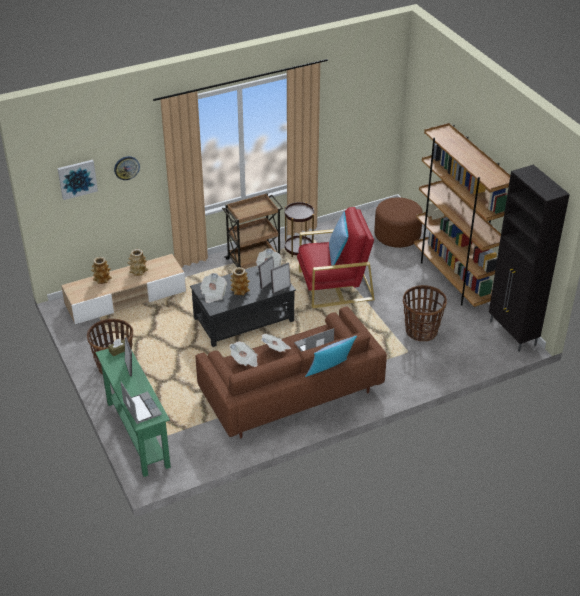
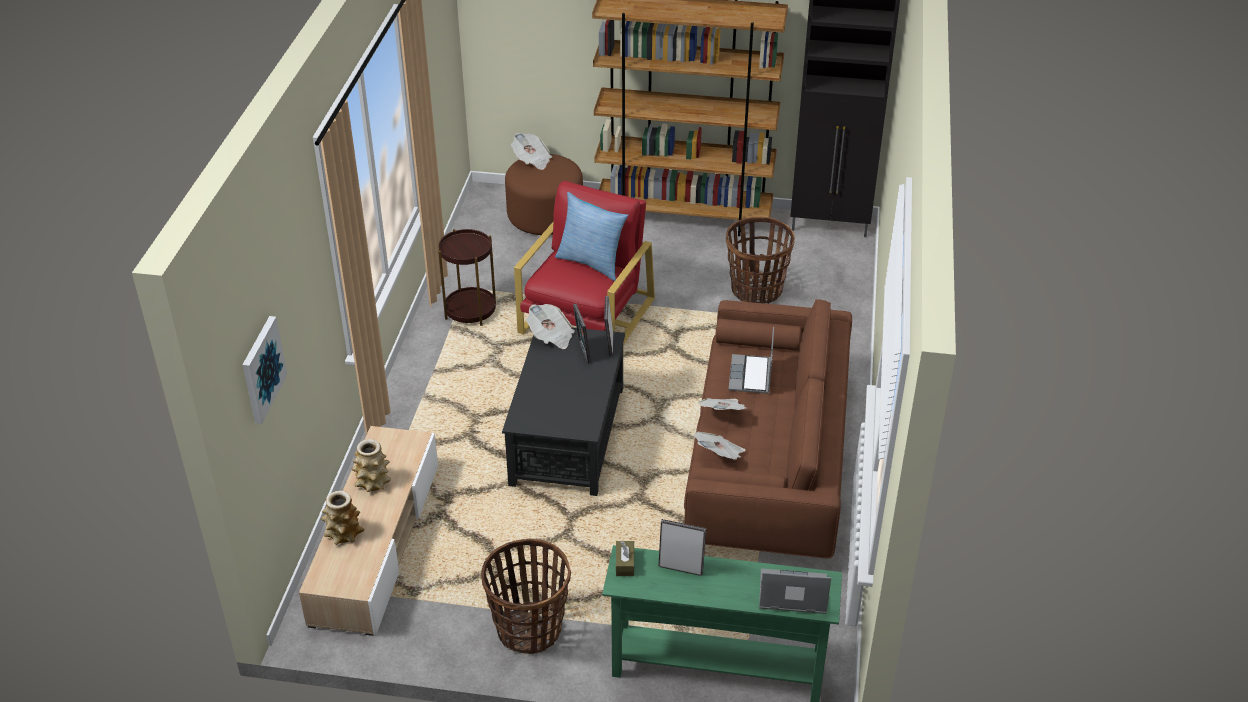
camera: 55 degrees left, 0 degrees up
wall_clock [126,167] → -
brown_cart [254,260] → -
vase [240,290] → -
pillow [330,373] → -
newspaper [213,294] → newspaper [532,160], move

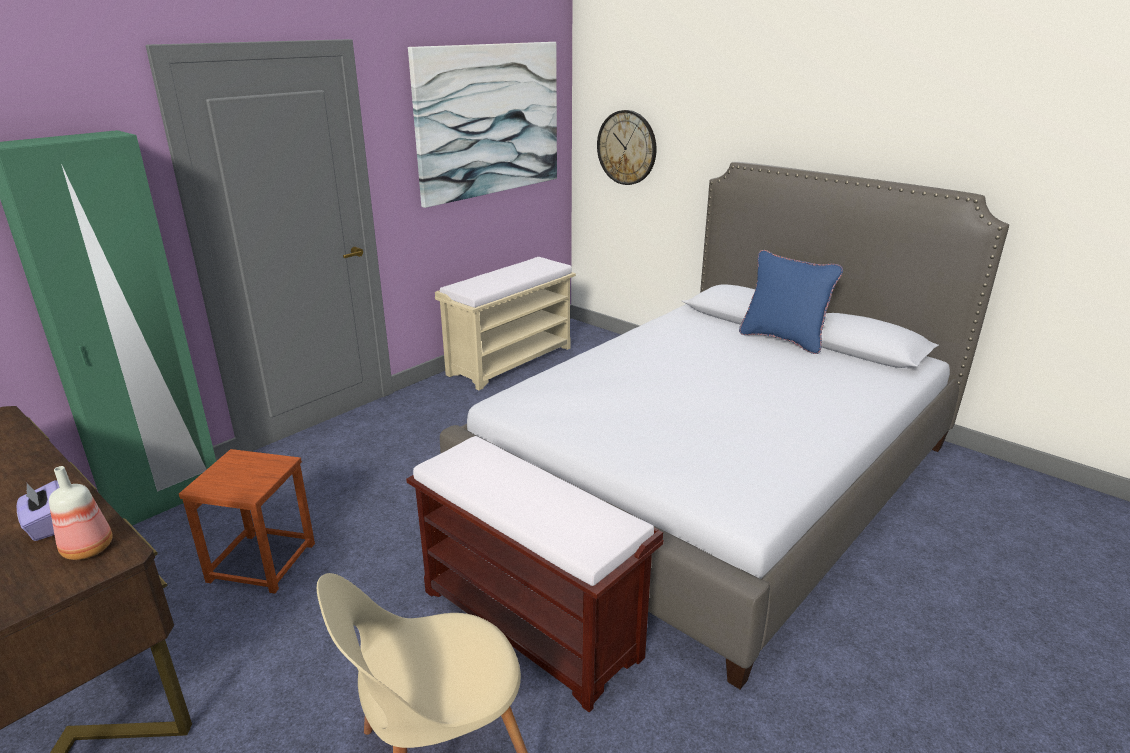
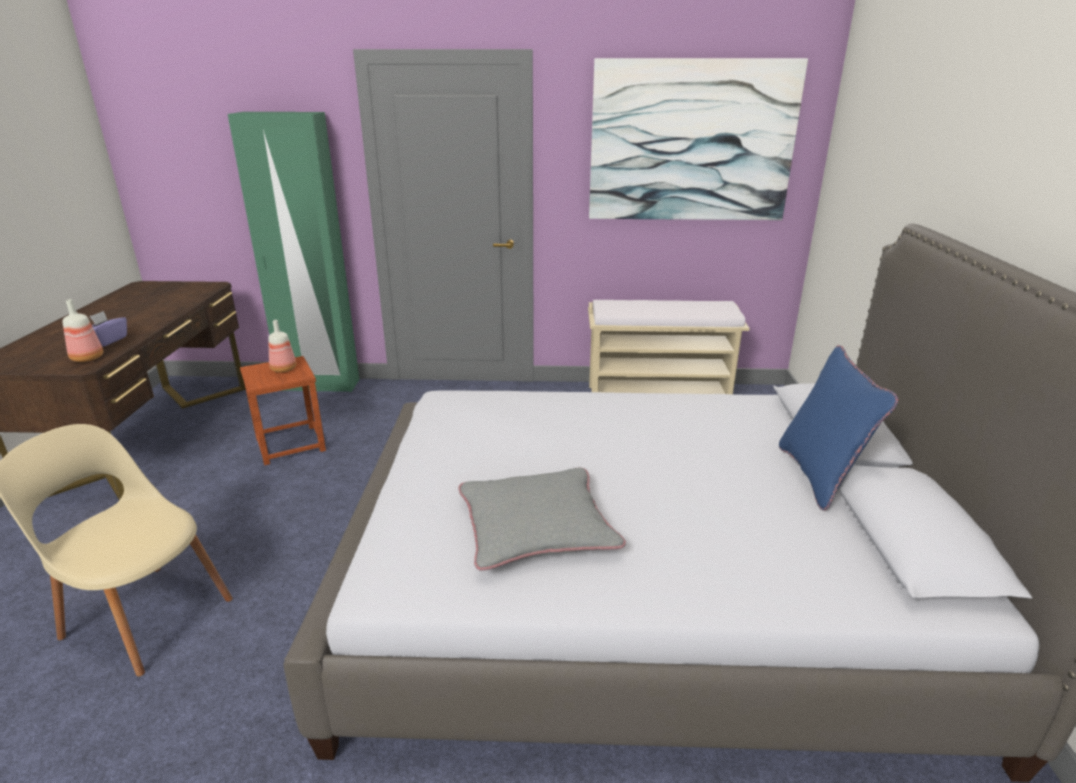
camera: 50 degrees right, 0 degrees up
brown_bench [532,623] → -
wall_clock [627,147] → -
- → bottle [283,369]
- → grey_pillow [536,527]

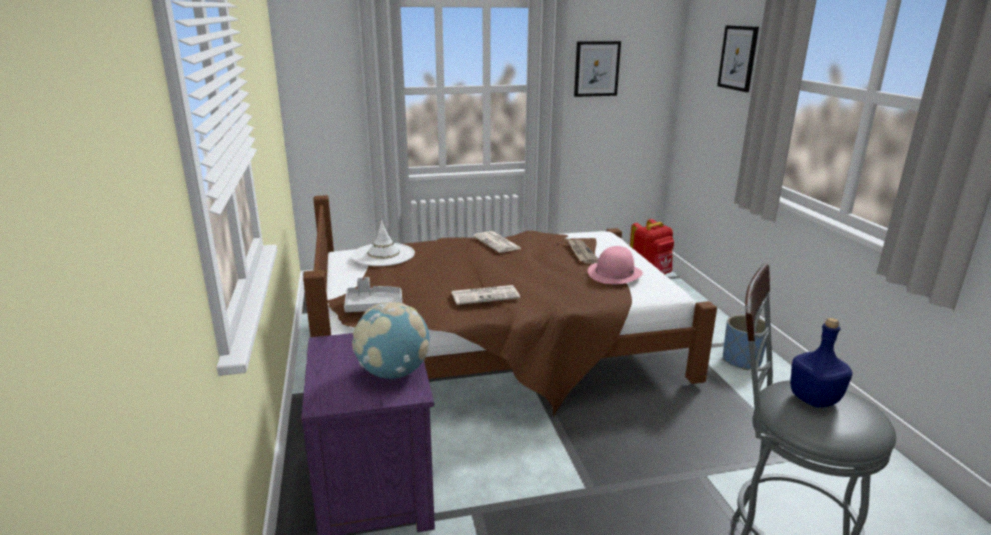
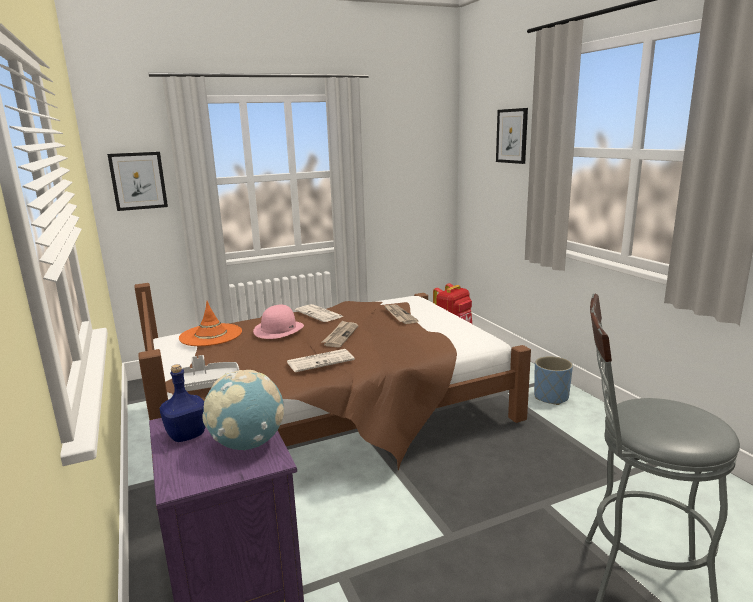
camera: 10 degrees left, 5 degrees down
- → newspaper [340,335]
picture [596,69] → picture [138,181], move
pink_hat [614,273] → pink_hat [279,329], move
blue_bottle [813,398] → blue_bottle [186,435], move
white_hat [383,255] → orange_hat [211,335]

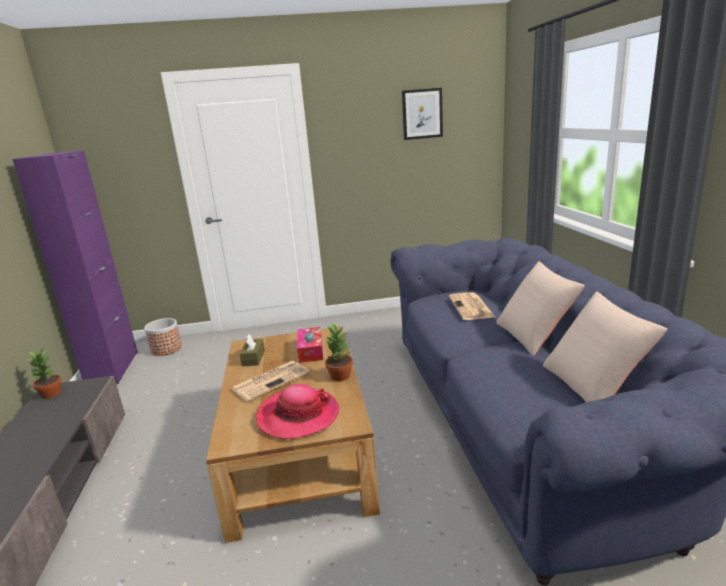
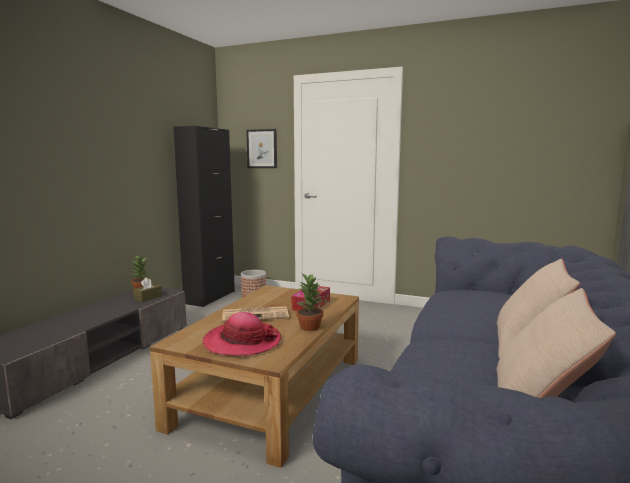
camera: 30 degrees right, 10 degrees down
newspaper [471,307] → -
brown_tissue_box [253,358] → brown_tissue_box [148,297], move
picture [422,114] → picture [262,149], move
purple_cabinet [113,369] → black_cabinet [210,297]

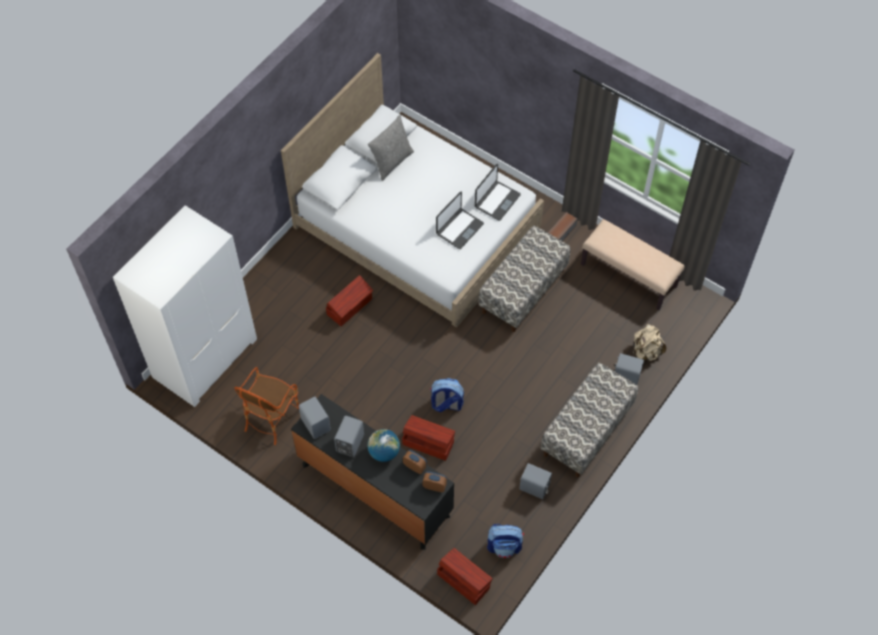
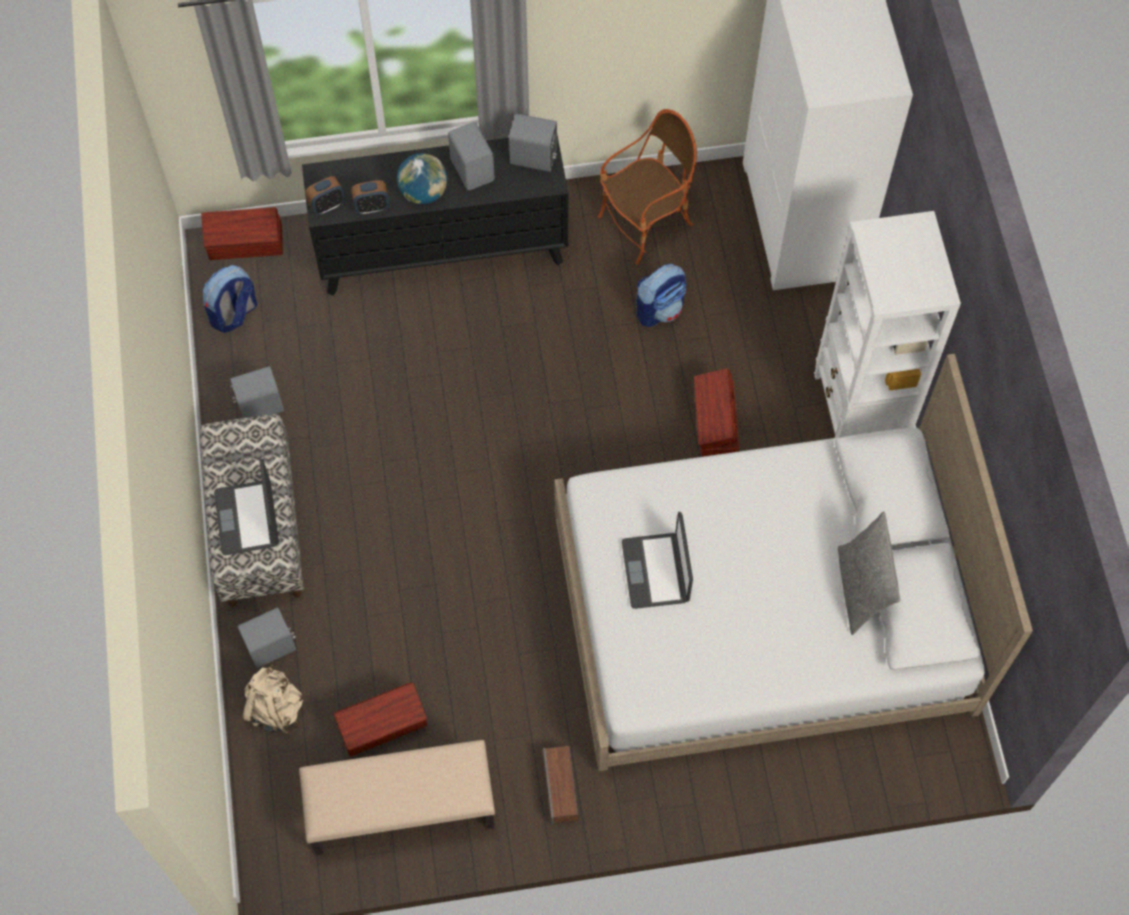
camera: 135 degrees right, 5 degrees up
bench [523,291] → -
- → white_bookcase [859,412]
brown_storage_box [428,442] → brown_storage_box [383,725], move
backpack [446,404] → backpack [659,309], move
laptop [497,201] → laptop [248,518], move
armchair [271,418] → armchair [645,224], 75 degrees clockwise

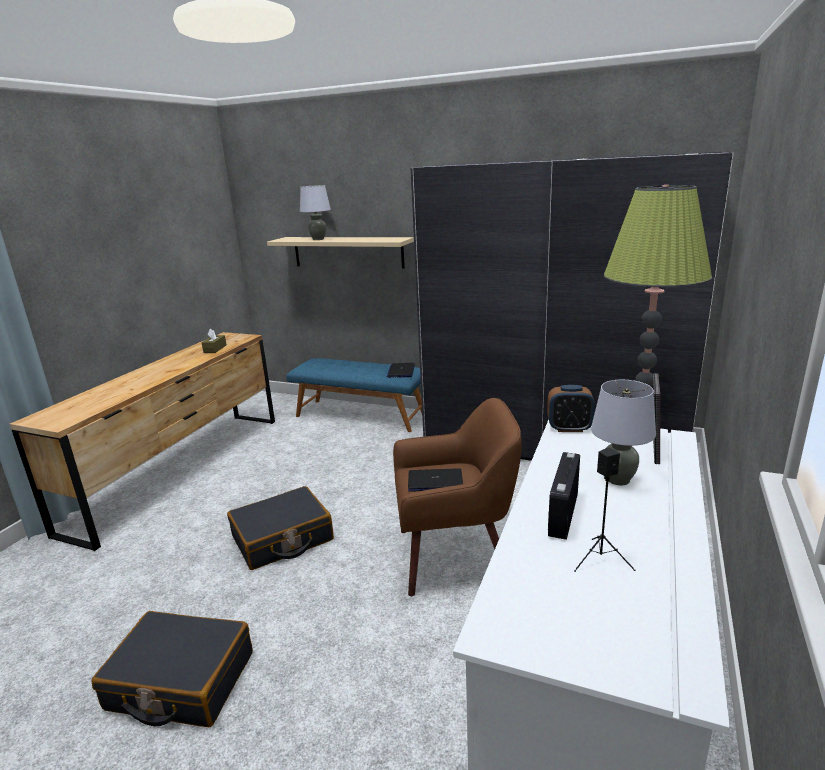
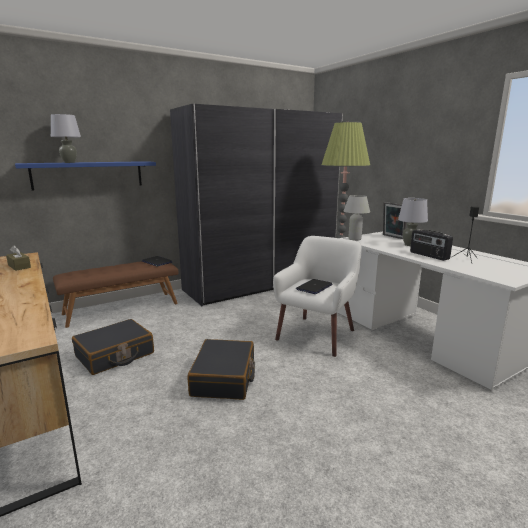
camera: 55 degrees left, 5 degrees down
black_suitcase [180,681] → black_suitcase [115,355], move
alarm_clock [569,428] → white_table_lamp [354,239]
beige_shelf [347,252] → blue_shelf [88,175]
blue_bench [360,415] → brown_bench [121,308]
brown_armchair [455,555] → white_armchair [317,334]

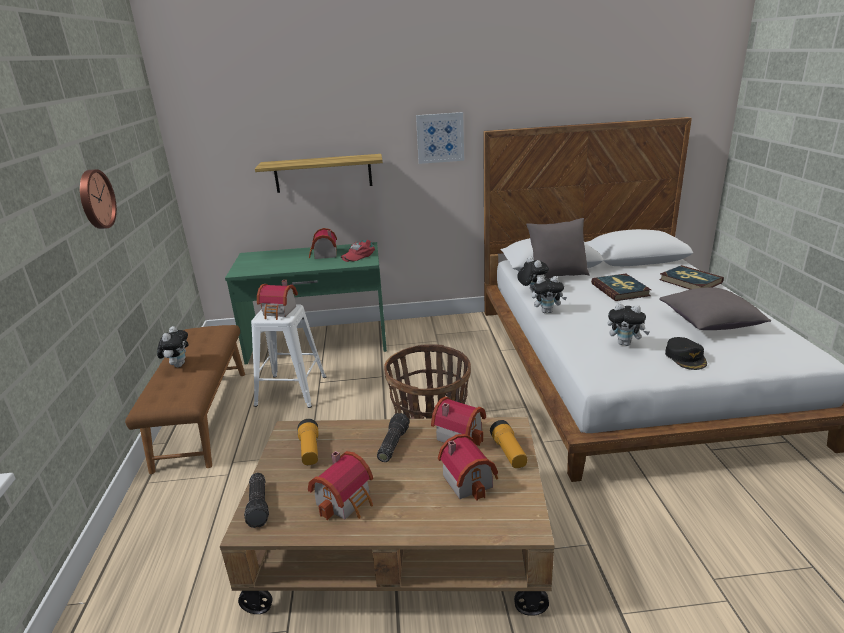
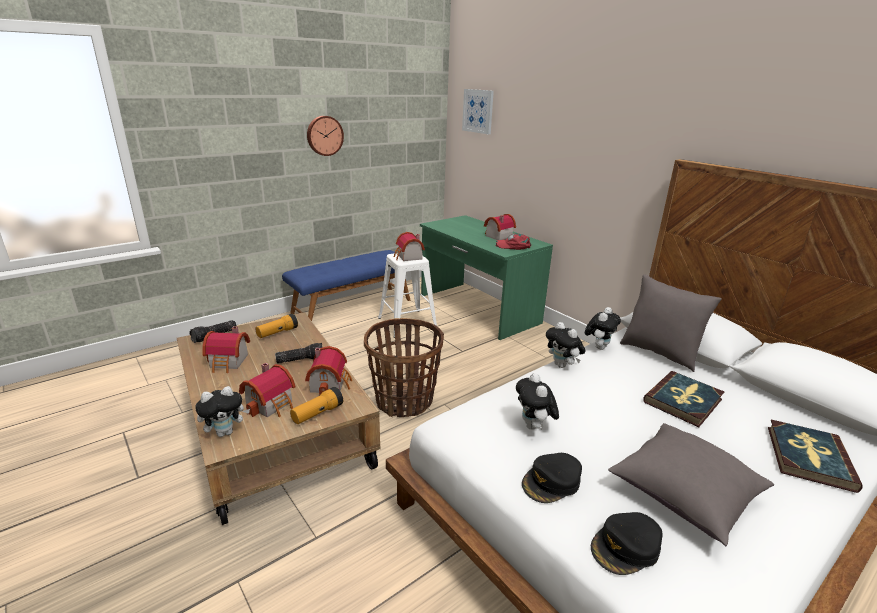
camera: 55 degrees right, 0 degrees up
shelf [323,173] → -
- → black_cap [626,548]
plush_toy [178,365] → plush_toy [226,432], move
picture [440,138] → picture [478,111], move
brown_bench [202,417] → blue_bench [352,307]

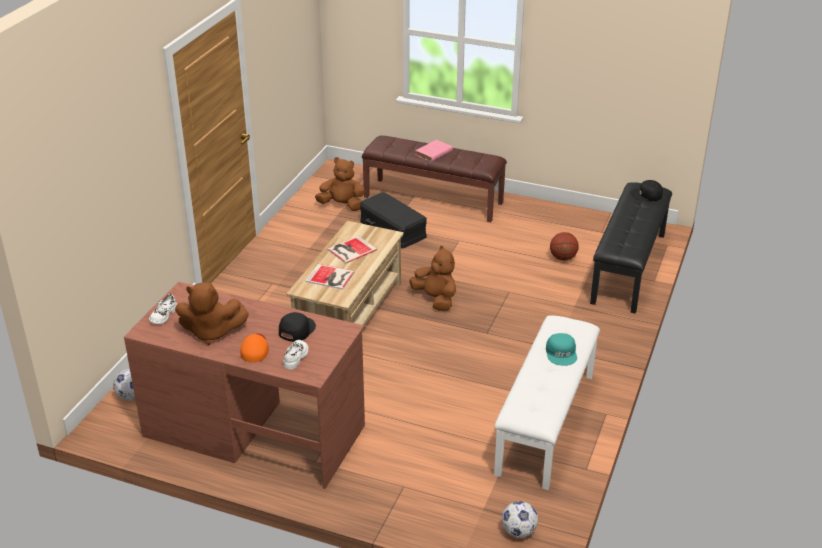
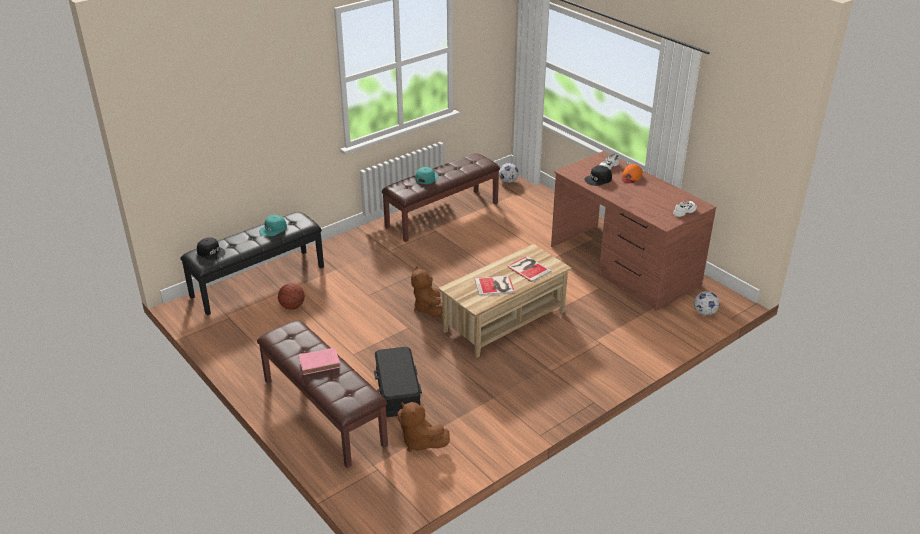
camera: 150 degrees left, 0 degrees up
brown_plush_toy [211,332] → -
- → turquoise_cap [273,229]
white_bench [547,423] → brown_bench [442,214]

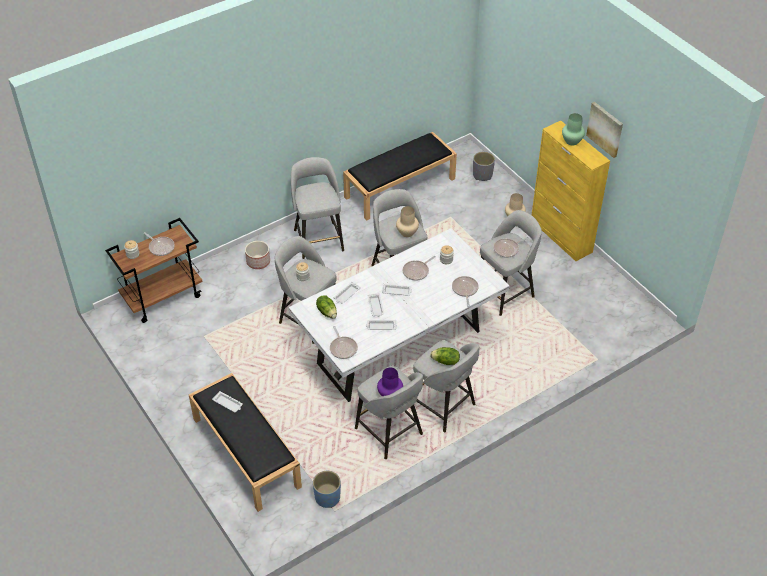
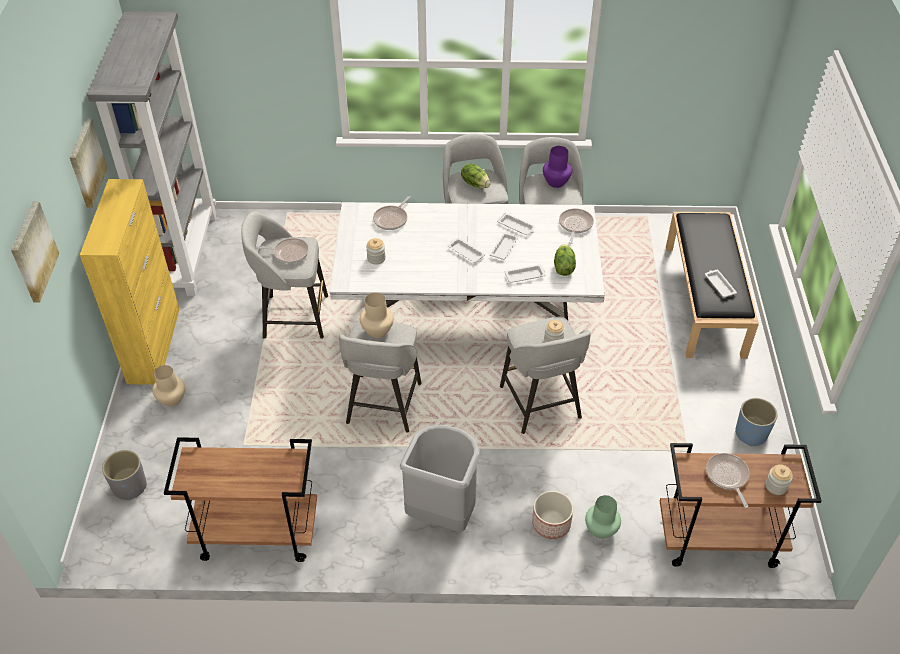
camera: 145 degrees left, 0 degrees up
frying_pan [417,271] → -
- → picture [33,252]
- → grey_bookcase [185,252]
blue_planter [327,497] → blue_planter [751,434], move
green_vase [571,141] → green_vase [601,530], move
grey_stool [318,239] → grey_trash_can [442,513]
black_bench [400,187] → brown_cart [256,535]

